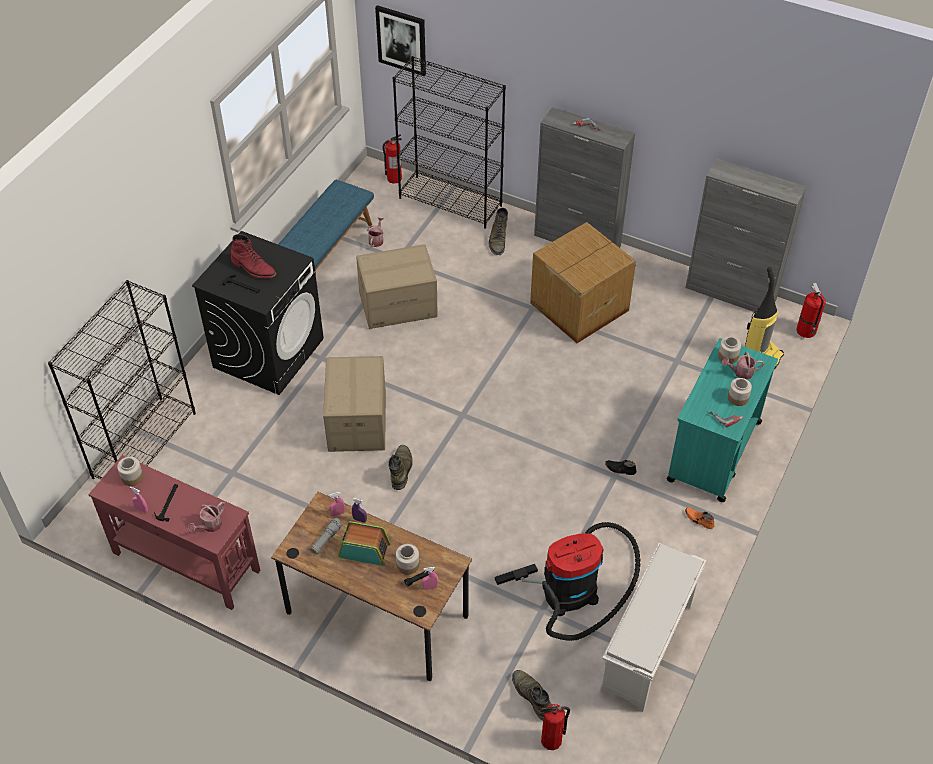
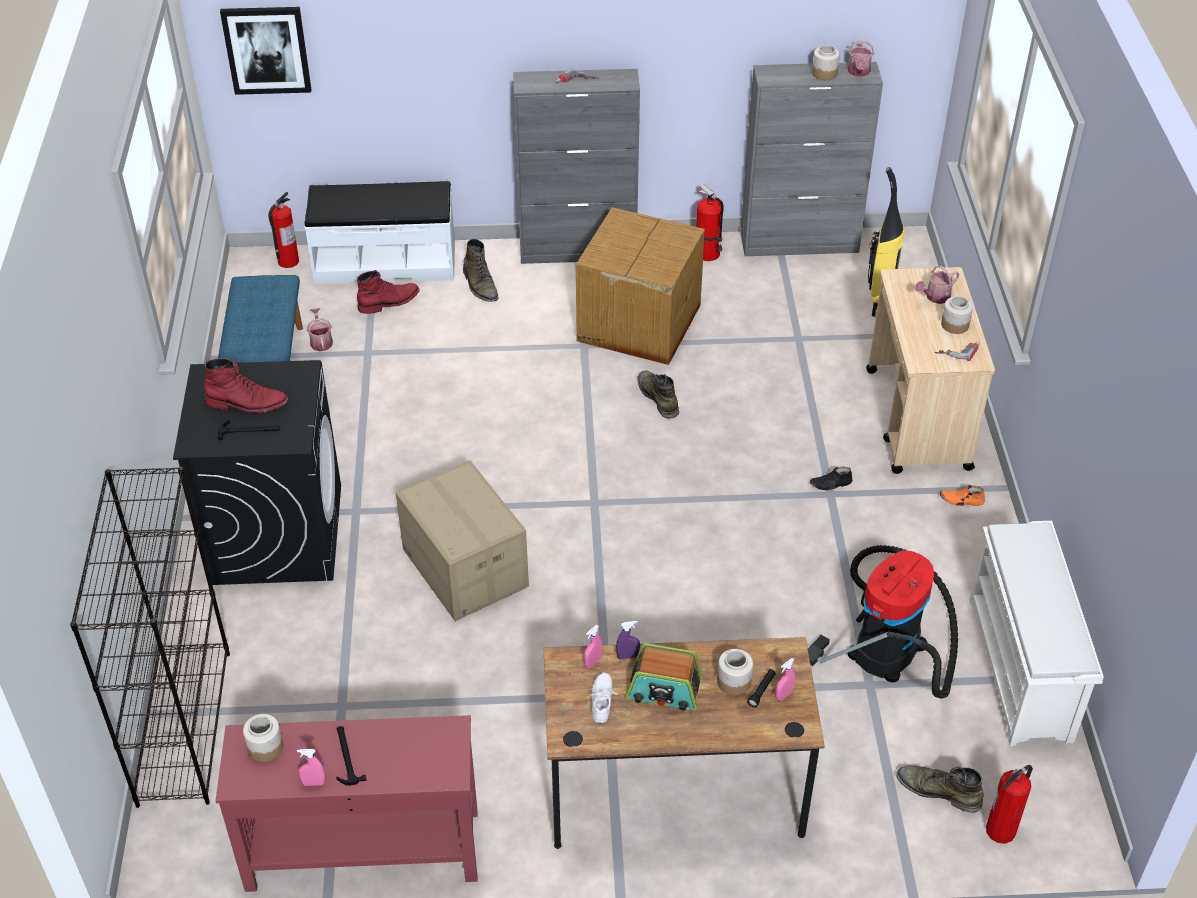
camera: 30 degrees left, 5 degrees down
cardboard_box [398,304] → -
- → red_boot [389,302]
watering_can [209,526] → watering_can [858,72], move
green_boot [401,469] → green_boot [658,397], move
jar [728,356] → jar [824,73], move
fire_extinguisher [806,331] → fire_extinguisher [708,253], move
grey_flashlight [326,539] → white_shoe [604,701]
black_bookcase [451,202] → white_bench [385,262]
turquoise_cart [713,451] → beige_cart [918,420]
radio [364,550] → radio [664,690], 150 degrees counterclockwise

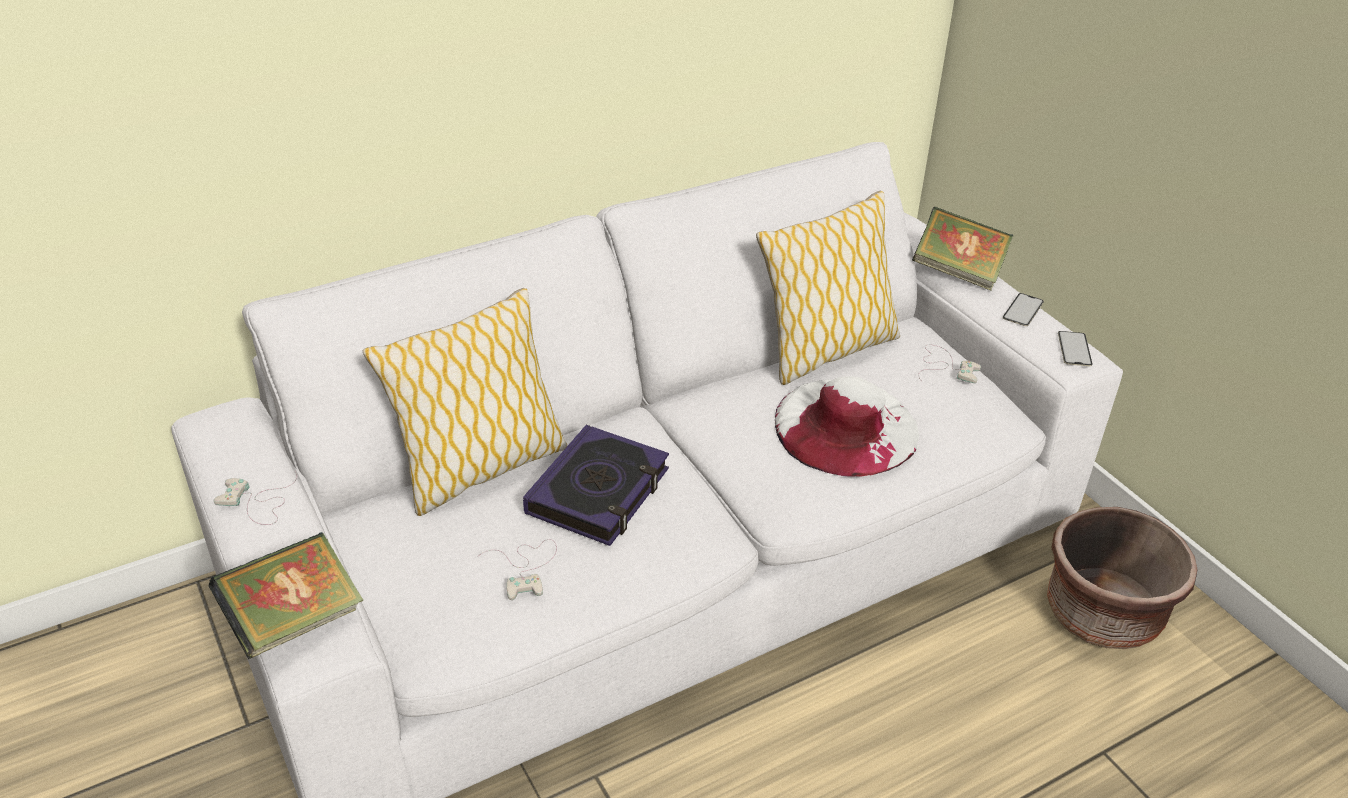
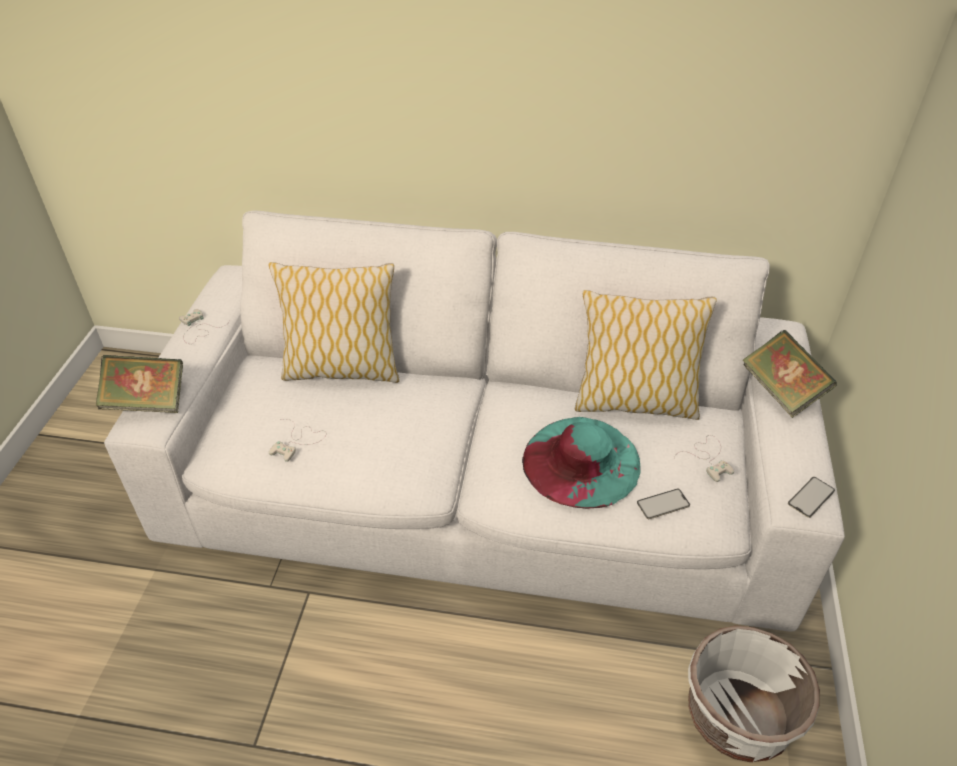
camera: 40 degrees right, 5 degrees up
book [598,492] → -
phone [1023,310] → phone [663,504], move
white_hat [845,427] → turquoise_hat [581,461]
brown_planter [1102,614] → white_planter [737,717]

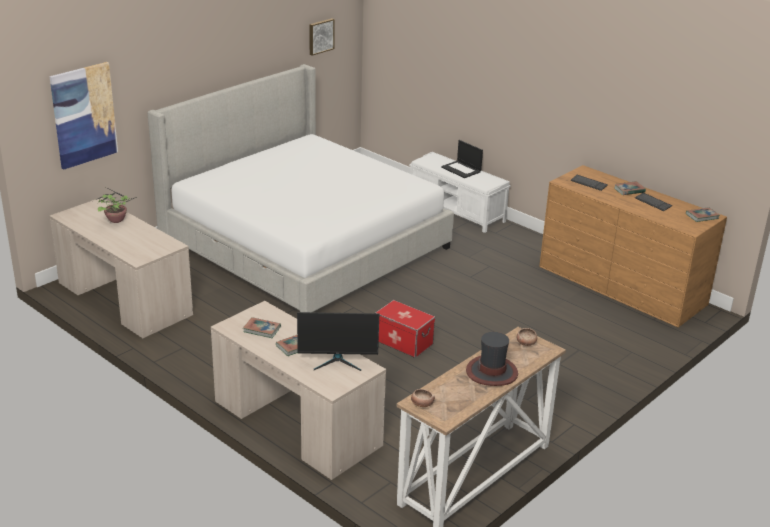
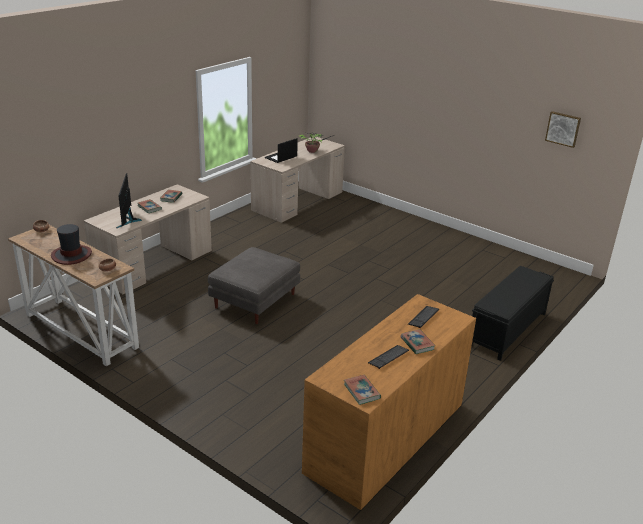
camera: 85 degrees right, 0 degrees up
picture [84,115] → -
bed [305,244] → -
laptop [461,169] → laptop [281,157], move
storage_box [404,342] → grey_ottoman [255,301]
white_bench [457,211] → black_bench [507,330]

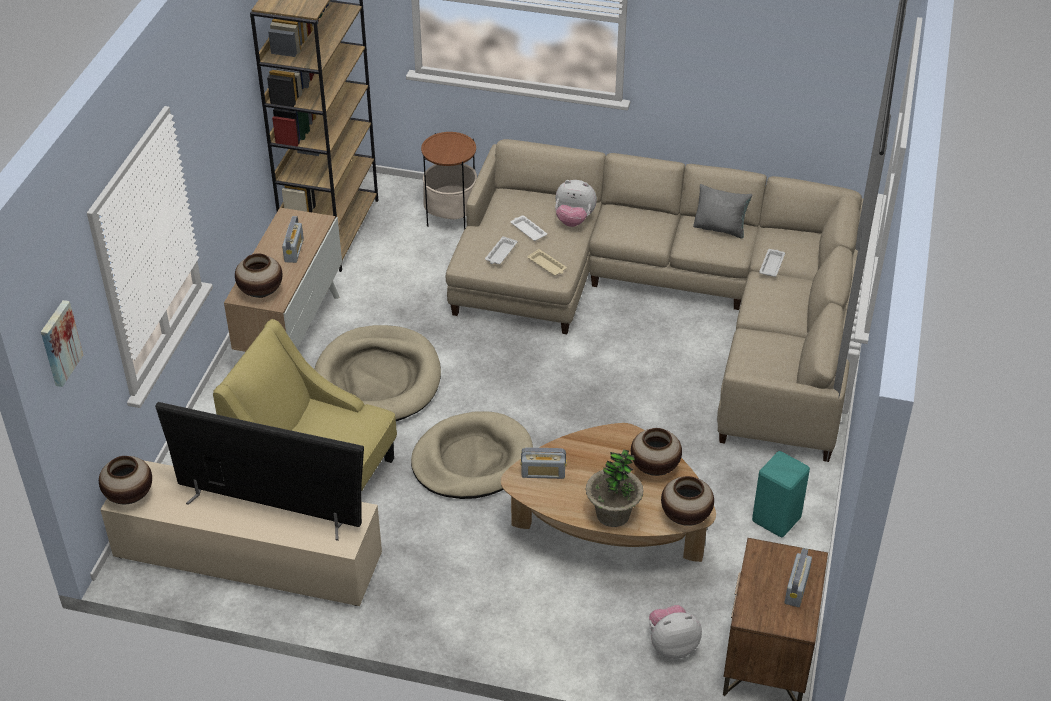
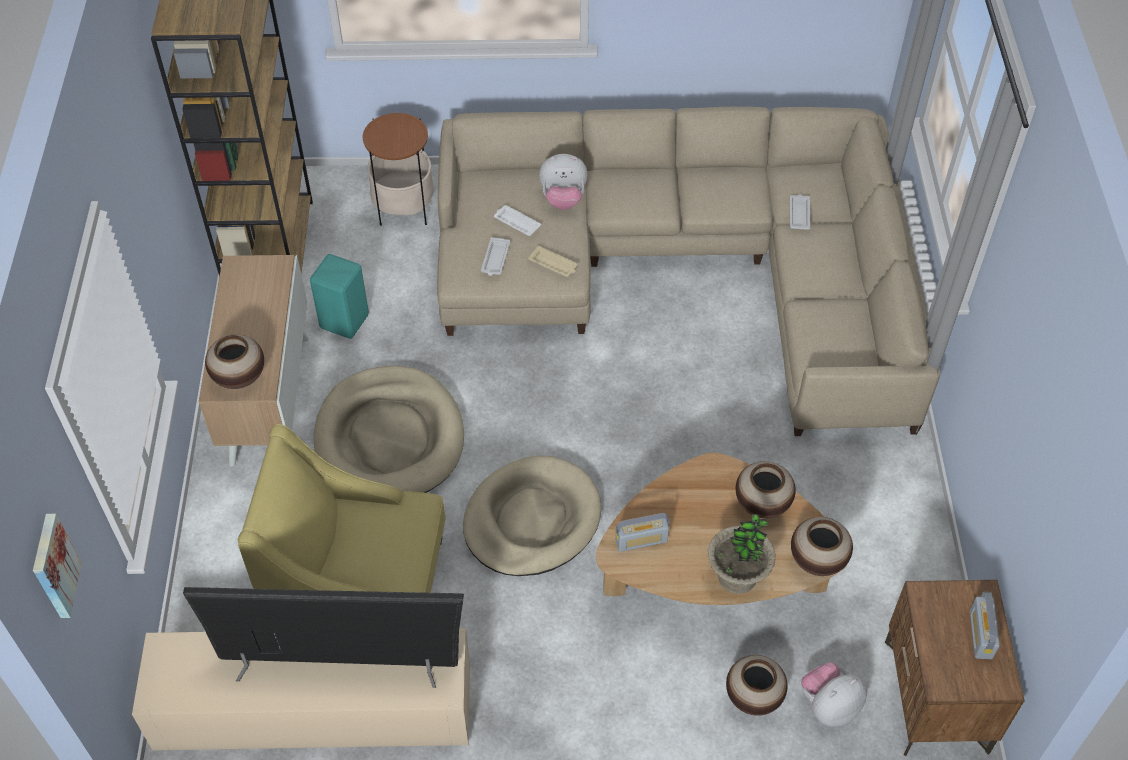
camera: 15 degrees left, 10 degrees up
radio [294,250] → -
grey_pillow [720,228] → -
vase [130,496] → vase [753,697], move
turquoise_stool [776,521] → turquoise_stool [345,322], move

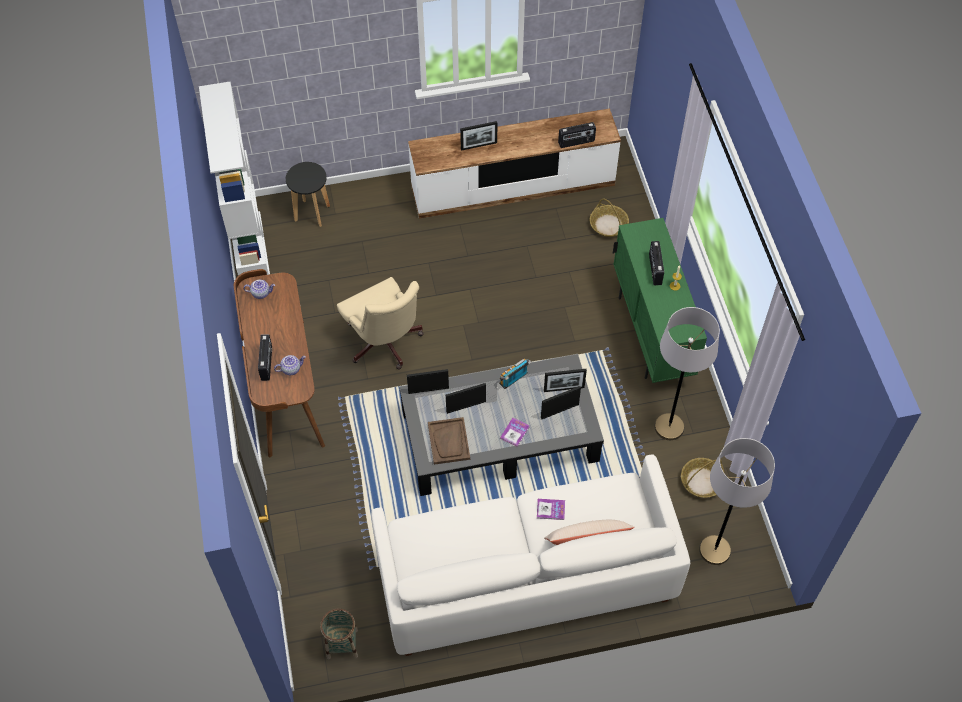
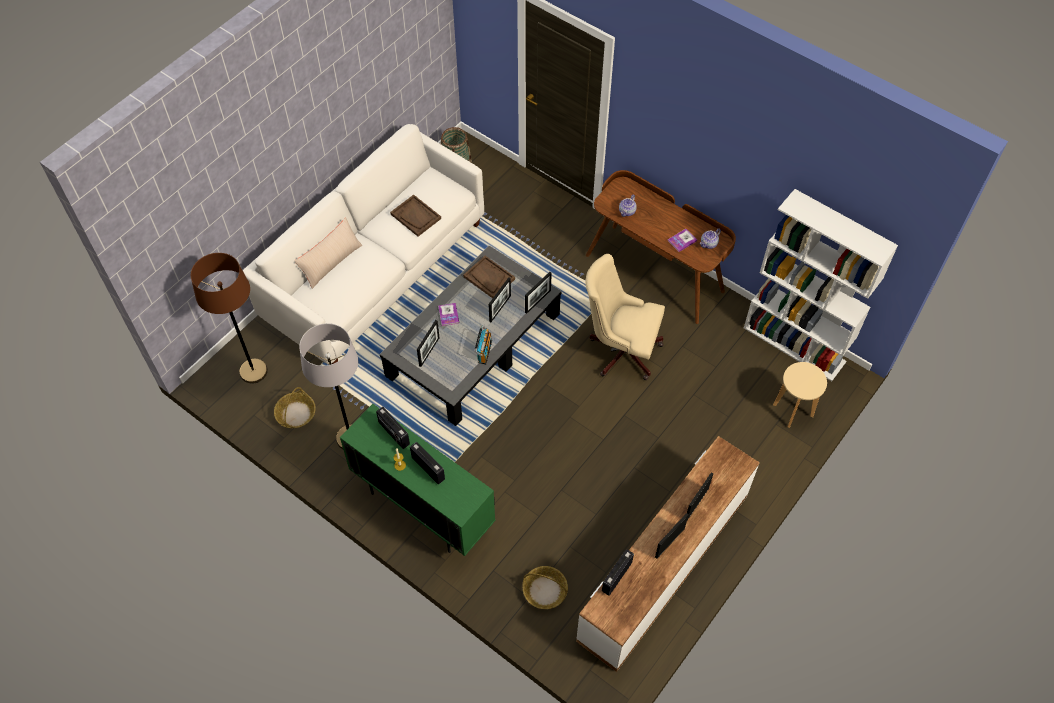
camera: 140 degrees right, 0 degrees up
- → brown_tray [416,216]
radio [267,363] → radio [393,434], move
book [550,509] → book [682,241], move
picture_frame [564,389] → picture_frame [669,543], move
black_stool [312,213] → beige_stool [792,410]
grey_floor_lamp [714,550] → brown_floor_lamp [253,371]

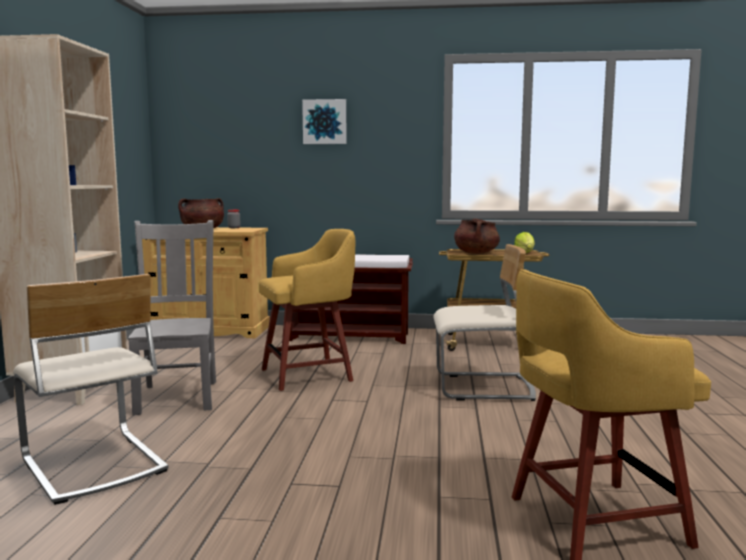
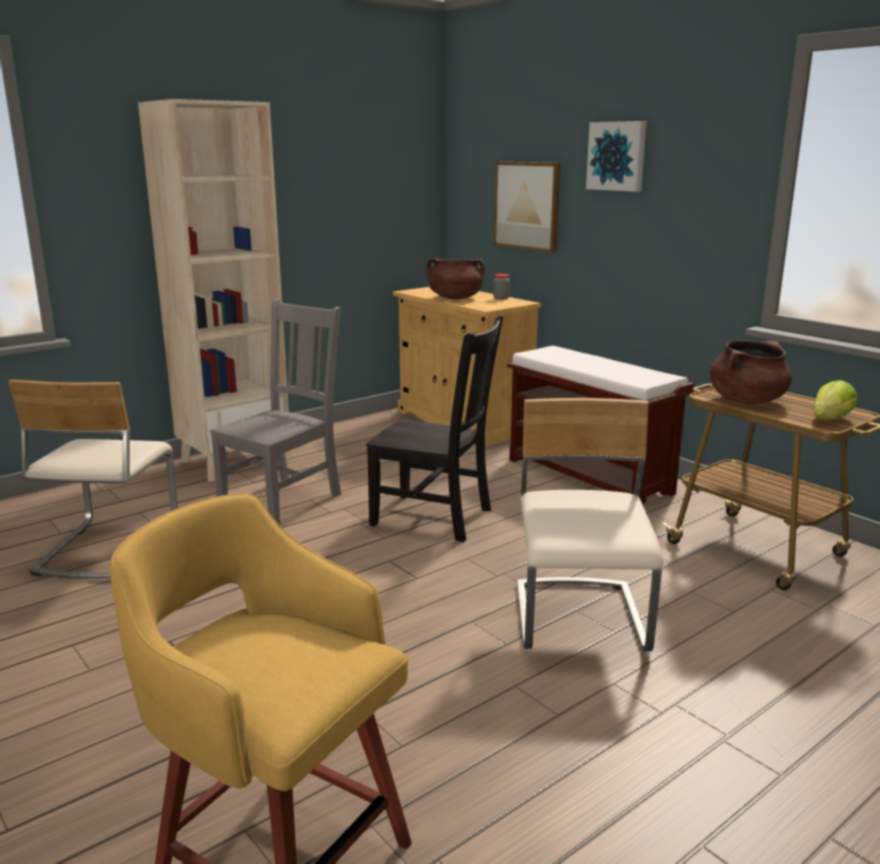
camera: 45 degrees right, 10 degrees up
- → picture [527,206]
yellow_stool [309,375] → black_chair [435,518]
beige_chair [483,388] → beige_chair [580,619], 135 degrees counterclockwise

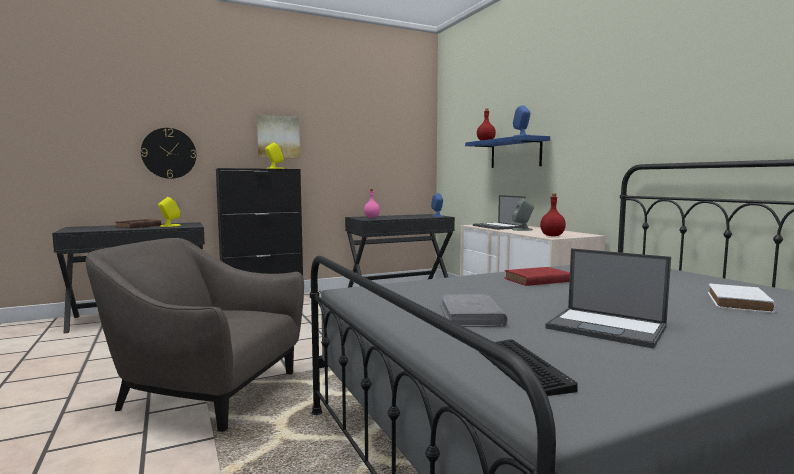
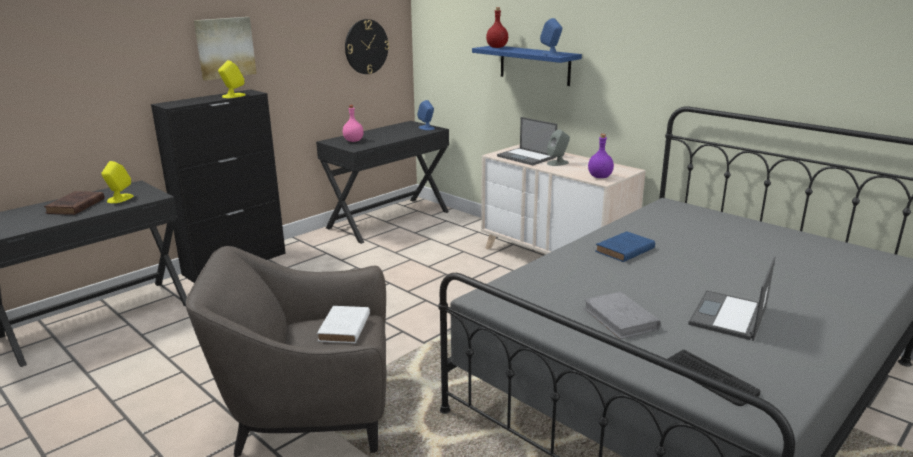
camera: 20 degrees left, 15 degrees up
wall_clock [169,153] → wall_clock [366,46], move
white_book [739,303] → white_book [344,329], move
red_book [535,280] → blue_book [624,250]
red_bottle [552,236] → purple_bottle [599,177]
laptop [607,328] → laptop [728,316], 105 degrees clockwise

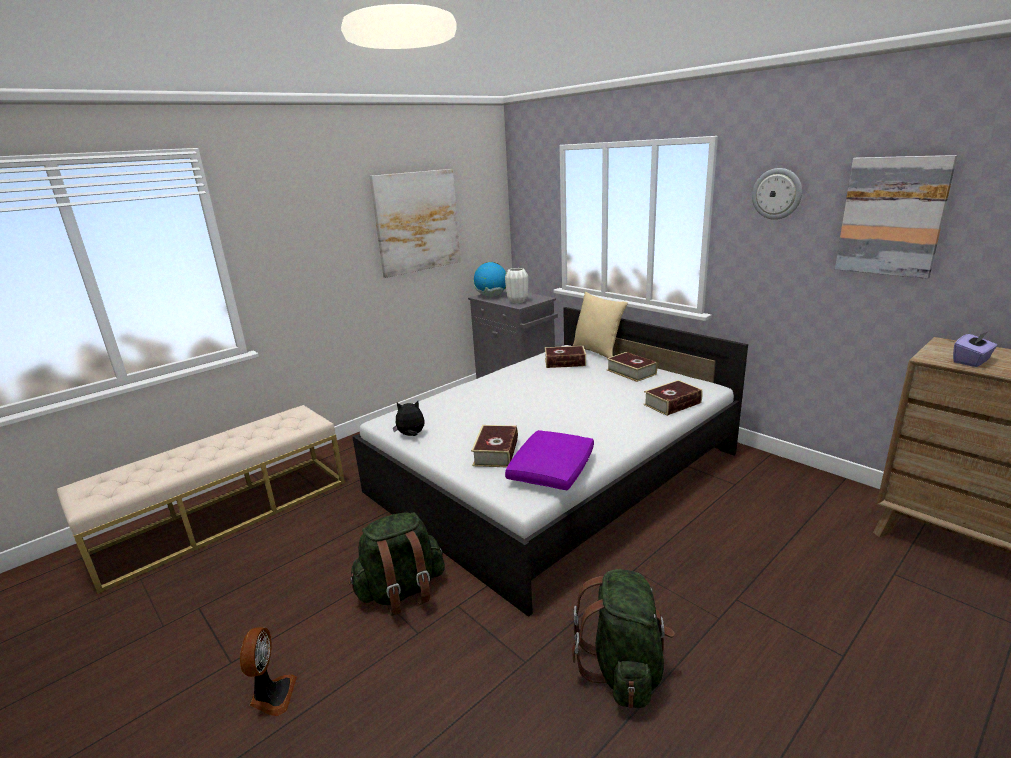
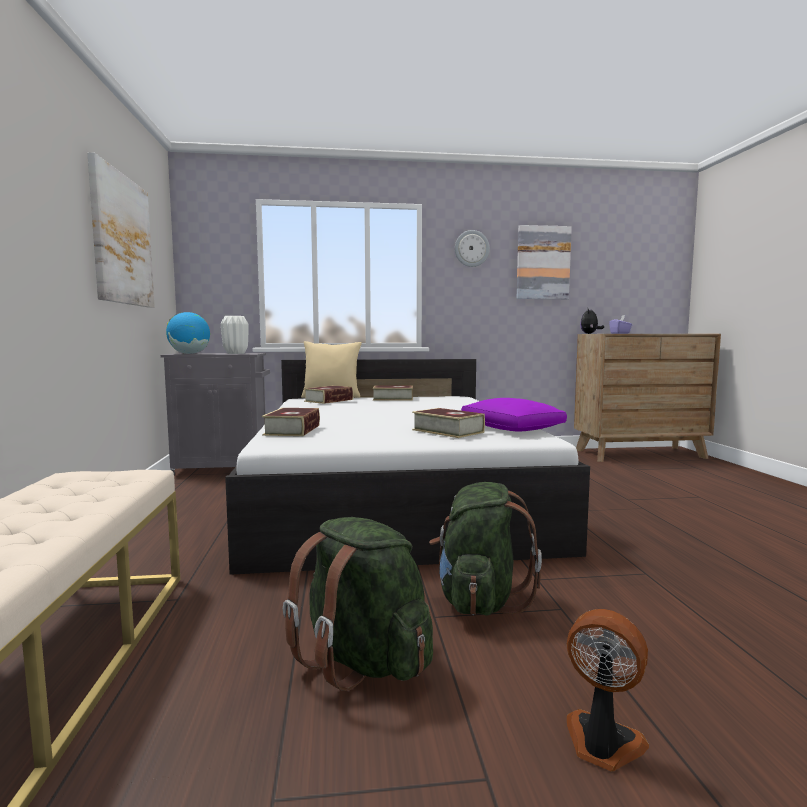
camera: 55 degrees left, 15 degrees down
plush_toy [411,435] → plush_toy [590,333], move
green_backpack [624,669] → green_backpack [363,660], move
book [672,404] → book [292,430], move

